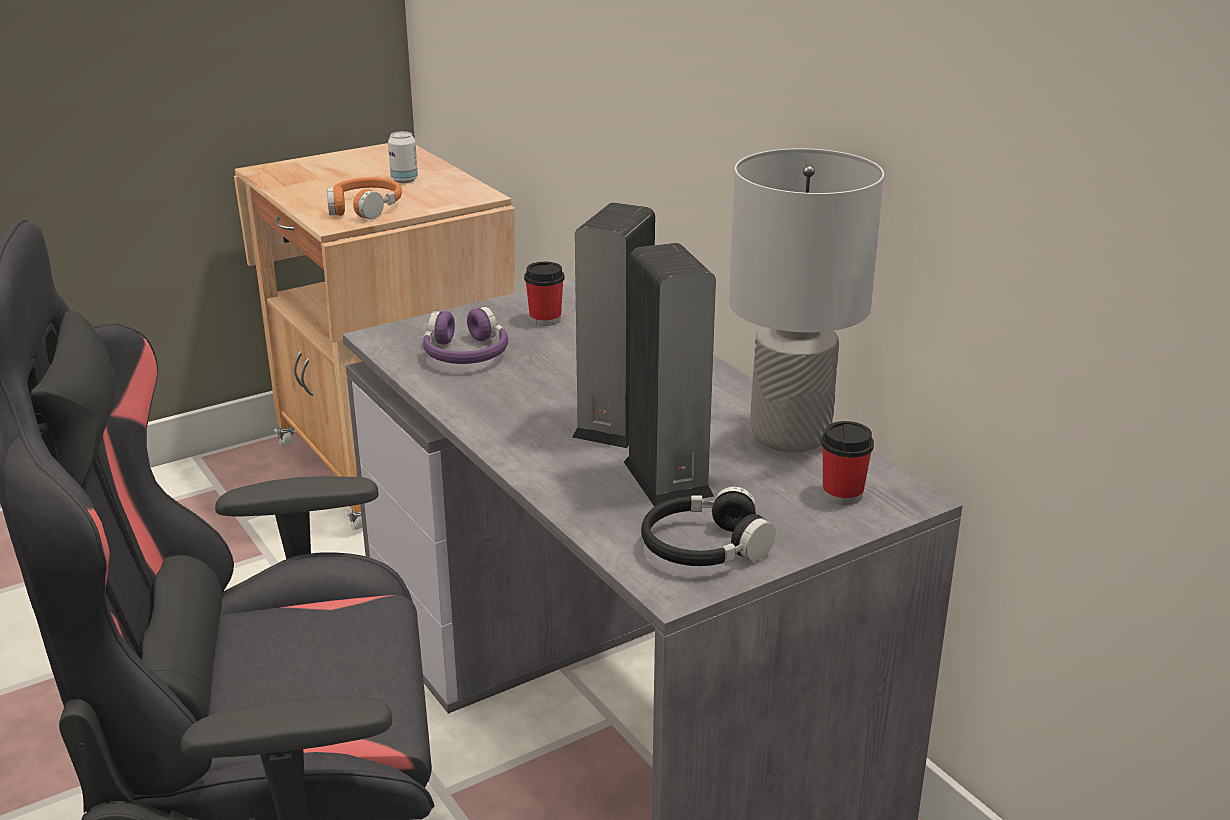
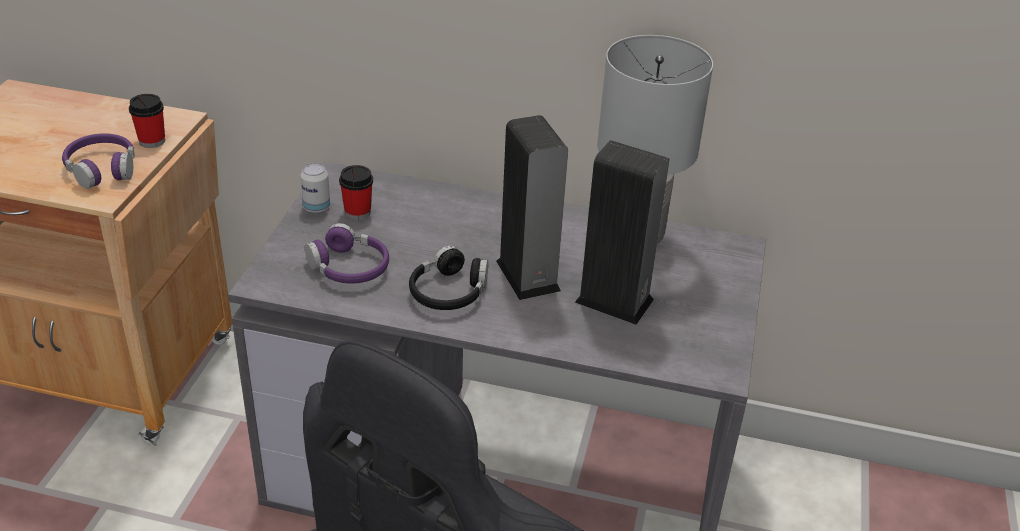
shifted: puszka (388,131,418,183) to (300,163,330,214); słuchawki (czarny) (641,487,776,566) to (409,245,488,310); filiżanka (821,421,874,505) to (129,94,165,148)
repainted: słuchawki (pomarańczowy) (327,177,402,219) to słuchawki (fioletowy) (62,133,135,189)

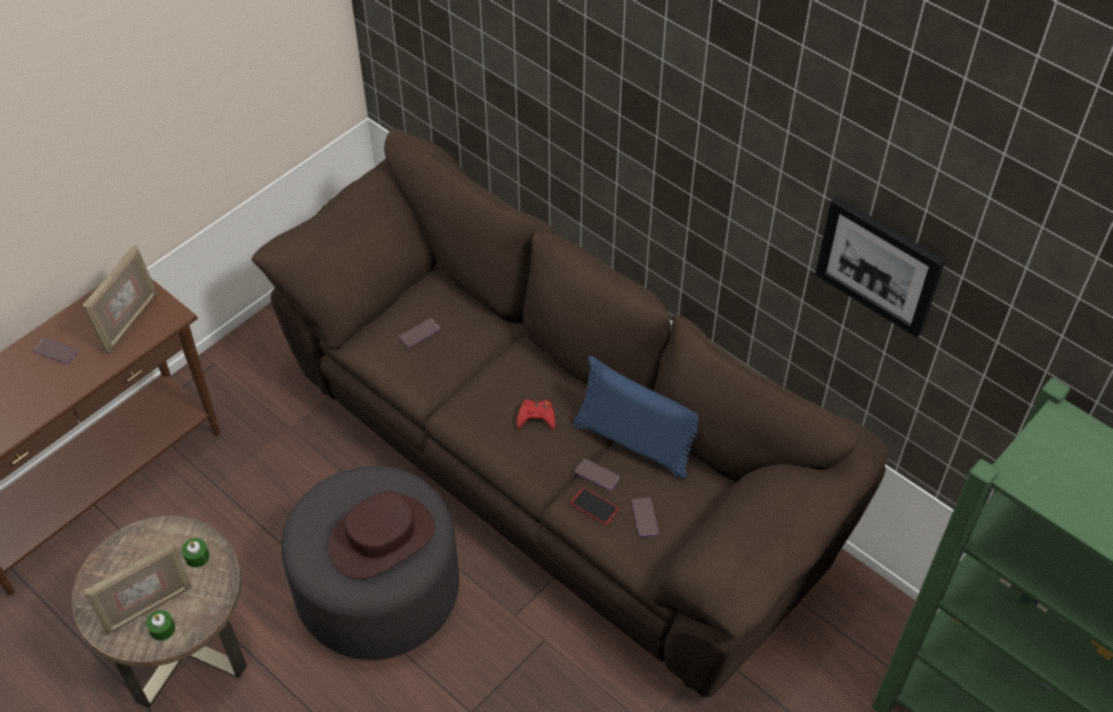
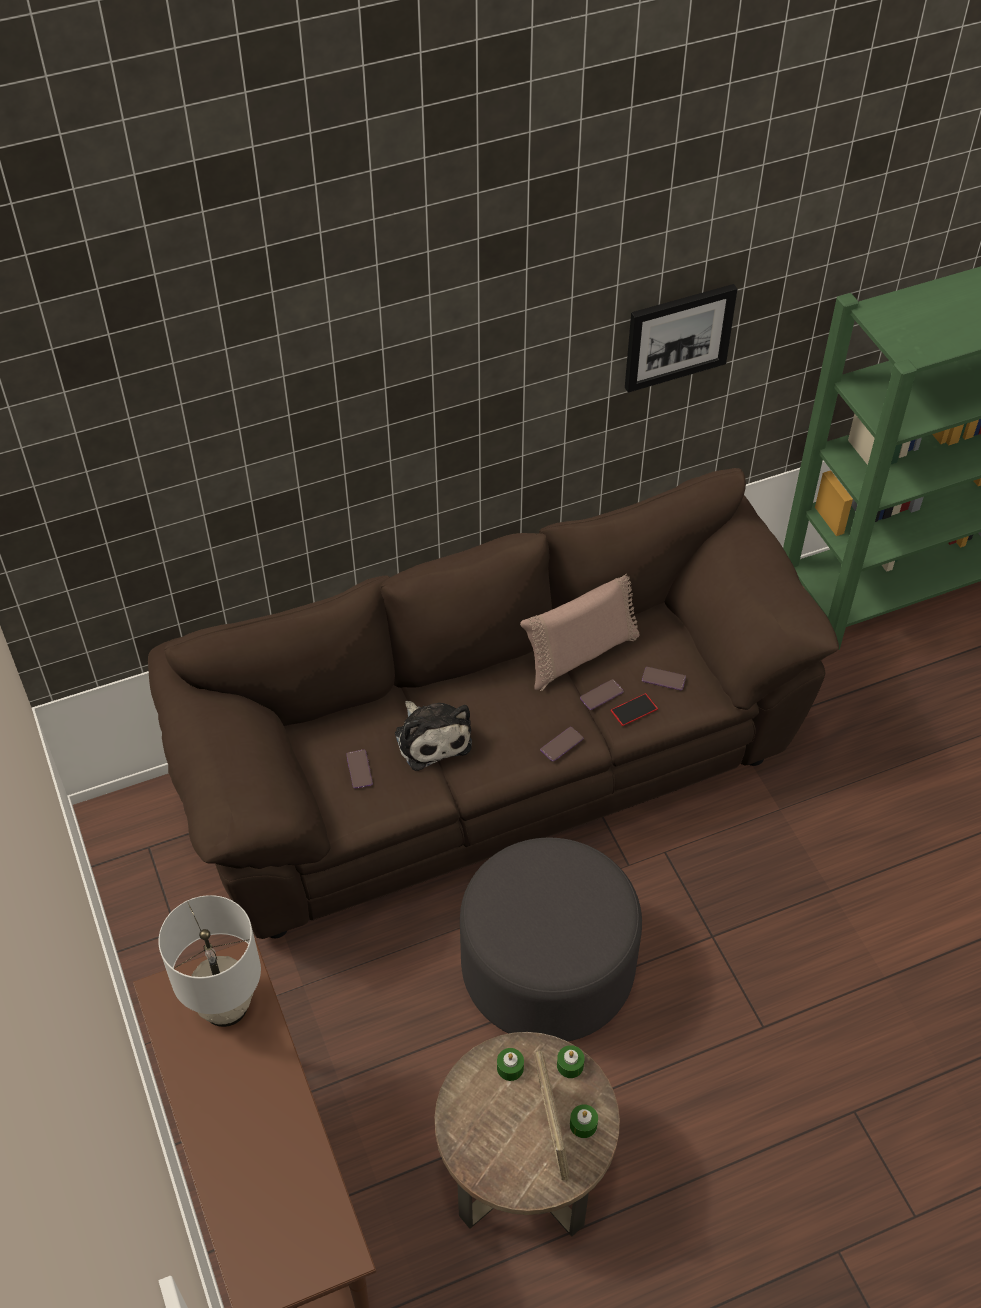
gone: kapelusz (brązowy) (328,491,435,579); pad do gier (czerwony) (517,400,556,429)
new: pluszak (395,701,472,771); świeca (zielony) (557,1045,585,1078)
shifted: telefon (33,338,78,364) to (540,727,583,761)
swapped: ramka na zdjęcie (83,245,157,354) to lampa stołowa (biały) (158,895,261,1027)
repainted: poduszka (niebieski) (573,356,699,479) to poduszka (beżowy) (520,575,640,691)

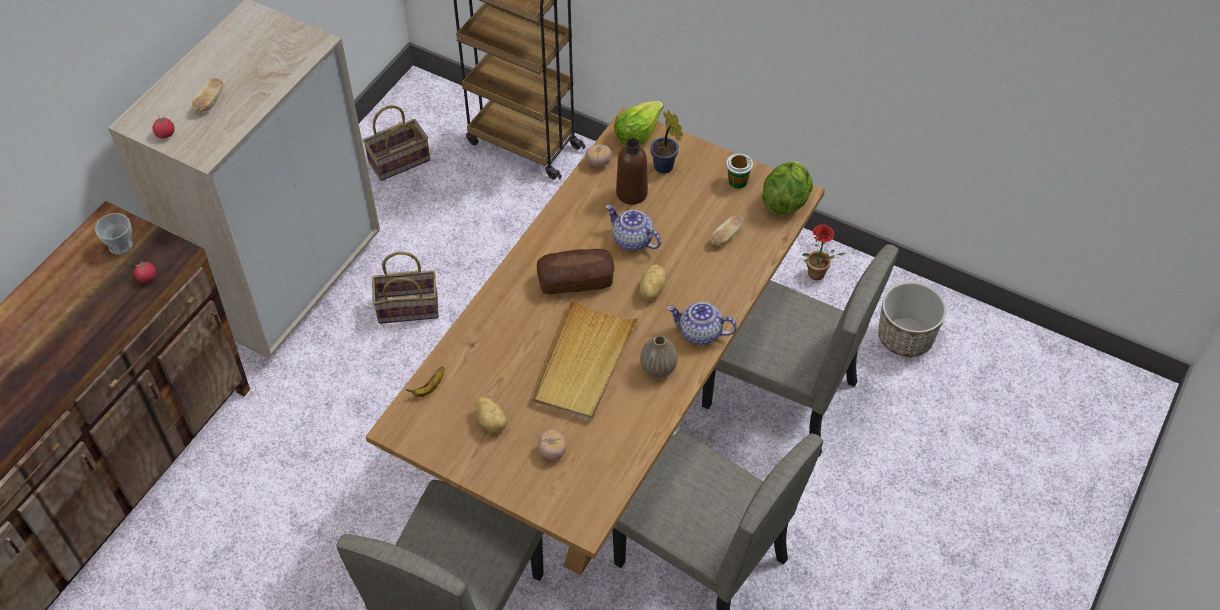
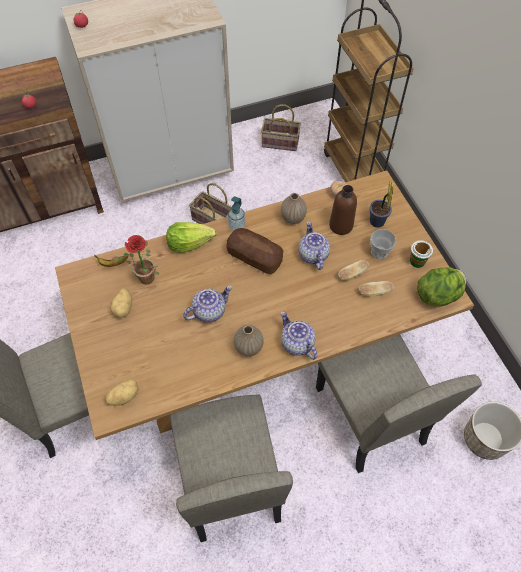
gone: pomidor (538,430,566,460)
new: dozownik mydła (228,196,246,231); wazon (281,193,307,224)
shifted: filiżanka (95,213,133,255) to (370,229,396,259); chleb (192,78,224,112) to (338,260,369,281); sałata (614,101,664,146) to (166,222,217,253); ziemniak (640,264,666,300) to (105,379,139,406); roślina doniczkowa (802,224,846,280) to (113,235,159,285)
swapped: taca (beżowy) (532,298,639,420) to imbryk (183,286,232,322)

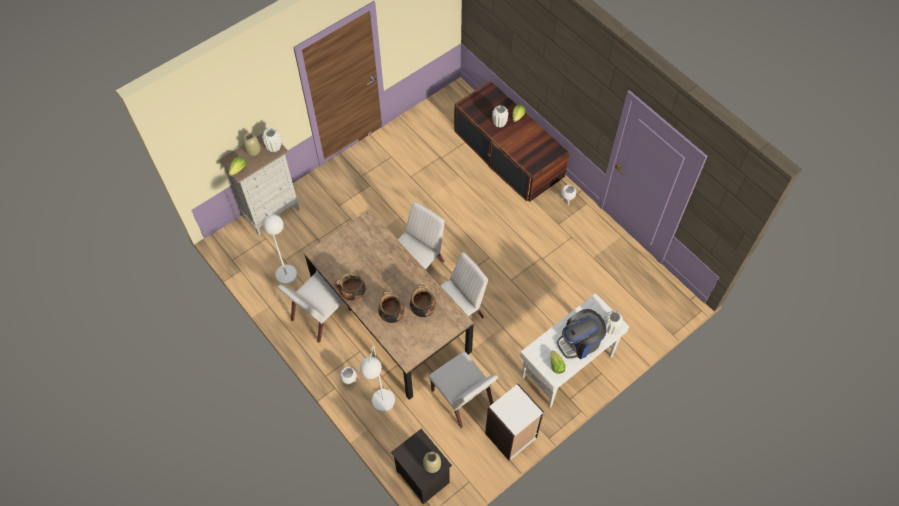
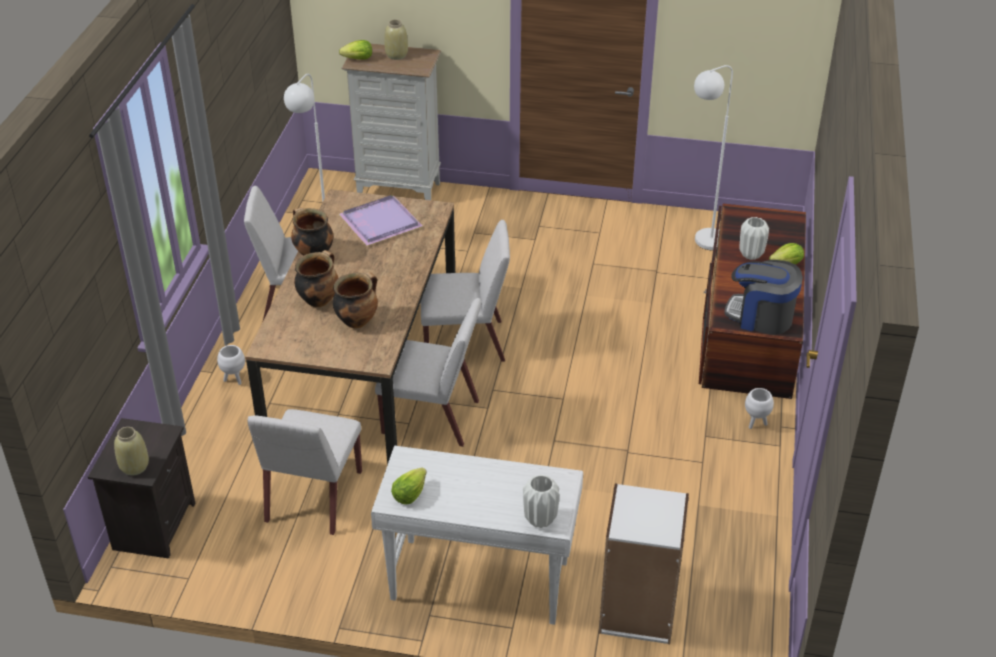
gone: wazon (biały) (262,128,281,152)
new: taca (fioletowy) (339,195,423,246)
shifted: lampa stojąca (biały) (360,346,395,412) to (694,65,733,251); regał (biały) (485,384,544,461) to (599,484,689,644); ekspres do kawy (557,309,606,359) to (724,260,803,335)

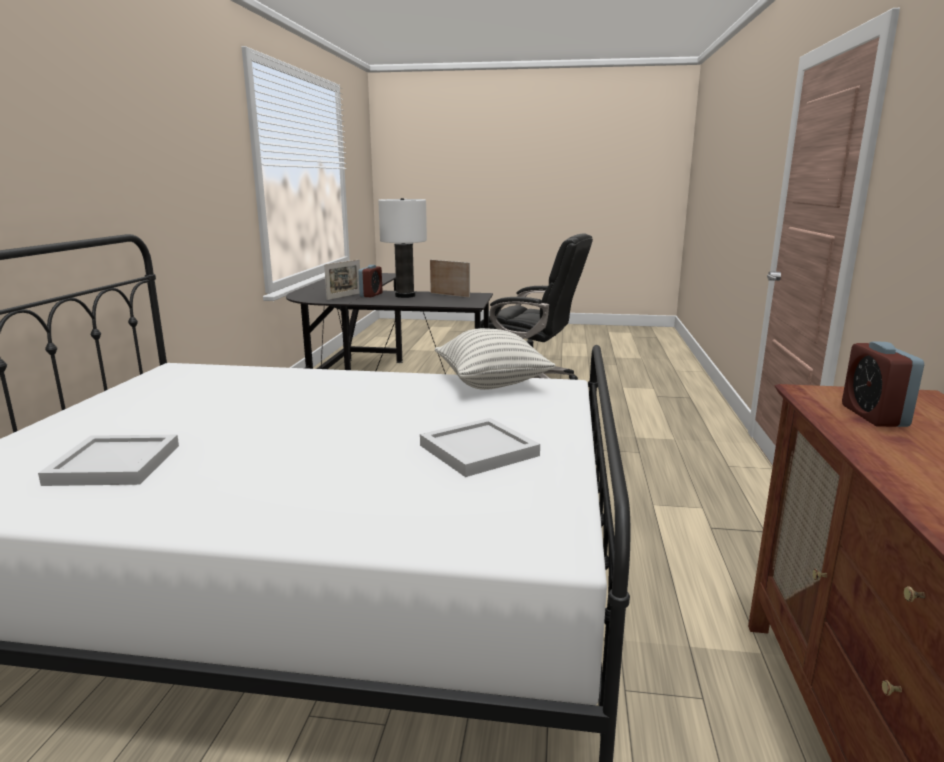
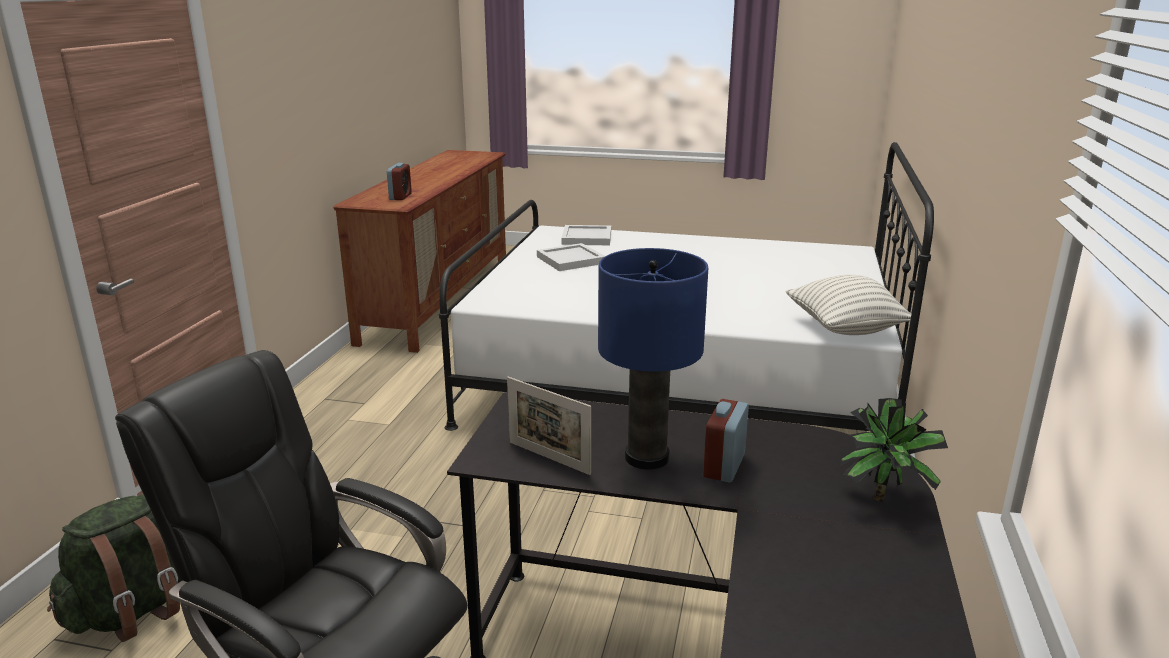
gone: ramka na zdjęcie (324,259,360,300)
new: plecak (zielony) (47,495,180,642); roślina doniczkowa (840,398,948,502)
shifted: taca (biały) (38,435,179,486) to (561,225,611,245); poduszka (435,328,556,390) to (786,275,911,335)
repainted: lampa stołowa (biały) (378,198,427,298) to lampa stołowa (niebieski) (598,248,708,470)

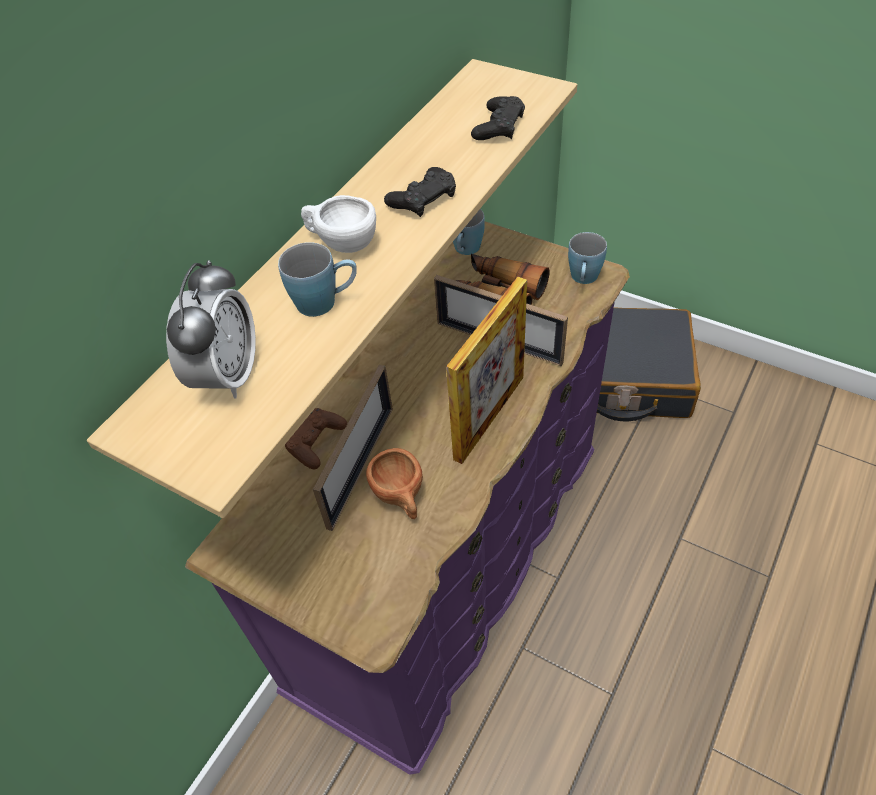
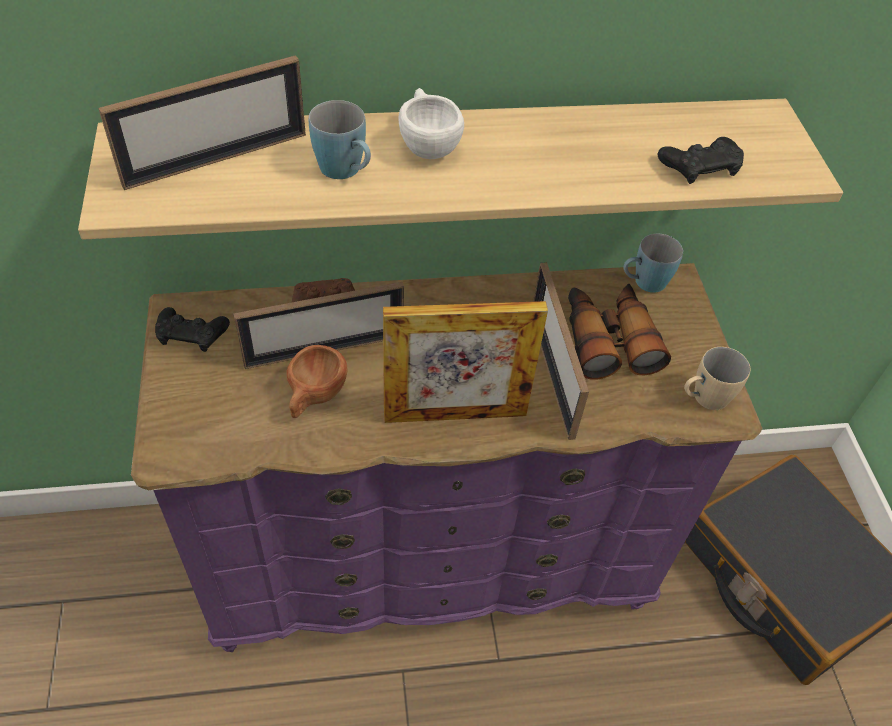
shifted: pad do gier (czarny) (384,167,456,217) to (155,307,230,352)
swapped: budzik (166,260,256,398) to ramka na zdjęcie (98,55,306,190)
repainted: kubek (niebieski) (568,232,607,284) to kubek (beżowy) (684,347,751,410)

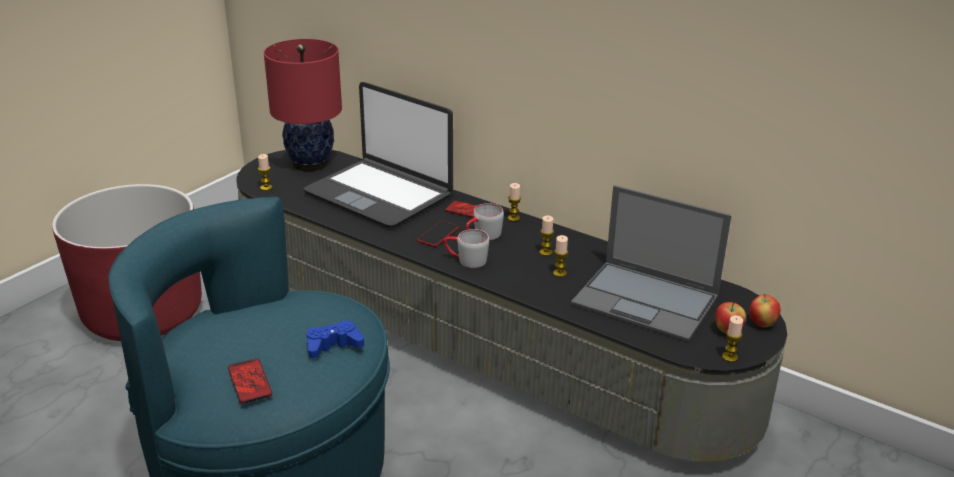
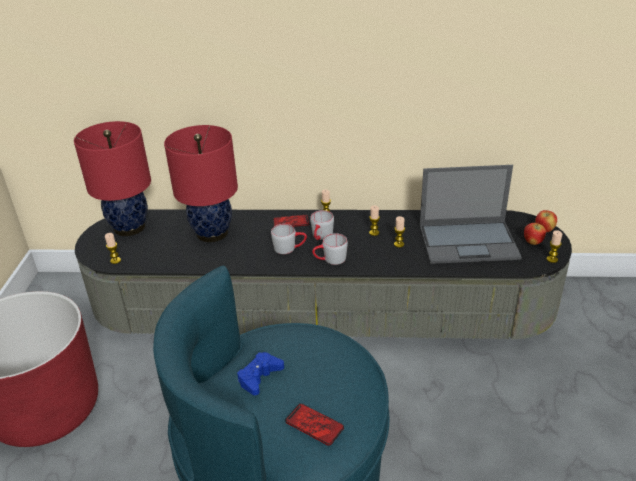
shifted: pad do gier (niebieski) (307,320,364,358) to (237,352,284,395)
swapped: laptop (304,82,453,228) to lampa stołowa (czerwony) (164,125,238,242); telefon (417,221,459,247) to kubek (szary) (271,224,307,254)

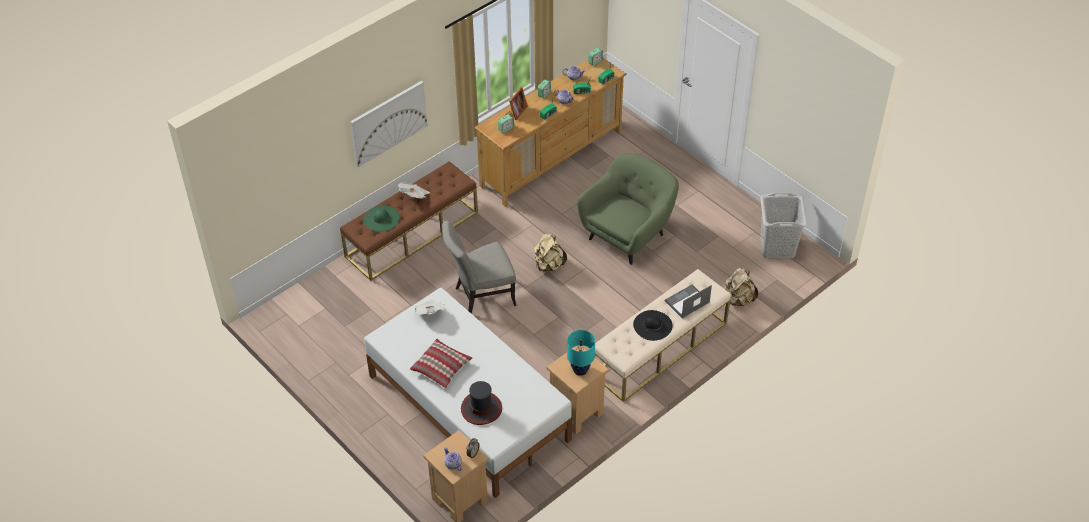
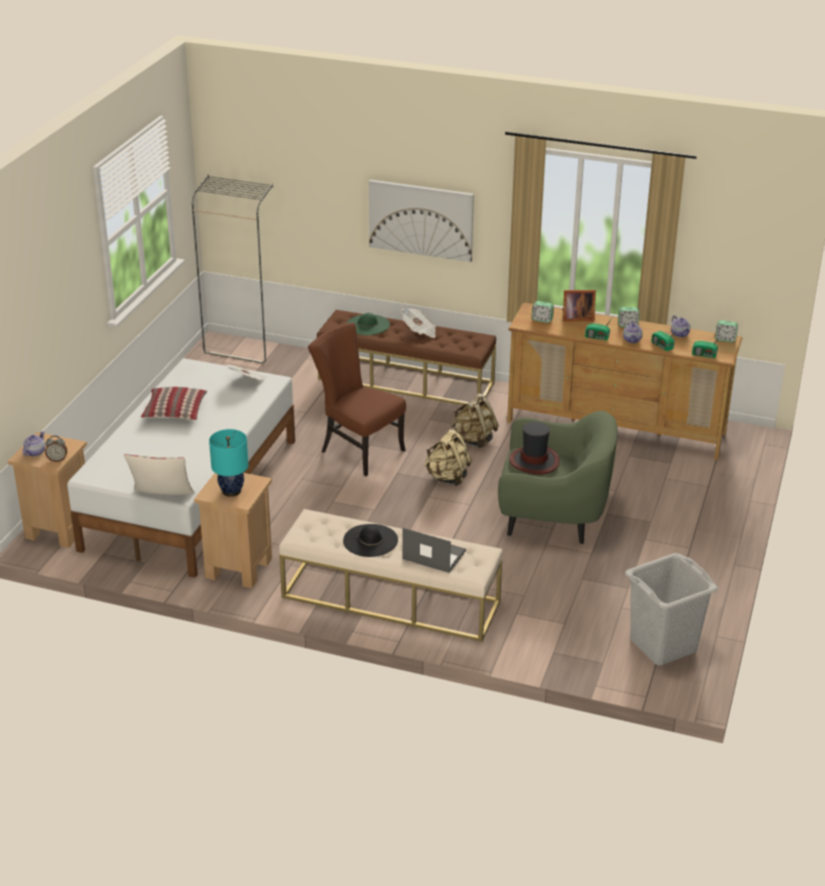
new: poduszka (124,454,195,495); wieszak (szary) (192,174,273,363)
shifted: kapelusz (461,381,502,425) to (509,422,560,475); plecak (beżowy) (725,268,758,306) to (451,393,499,448)
repainted: krzesło (szary) (442,221,517,314) to krzesło (brązowy) (308,322,406,476)

